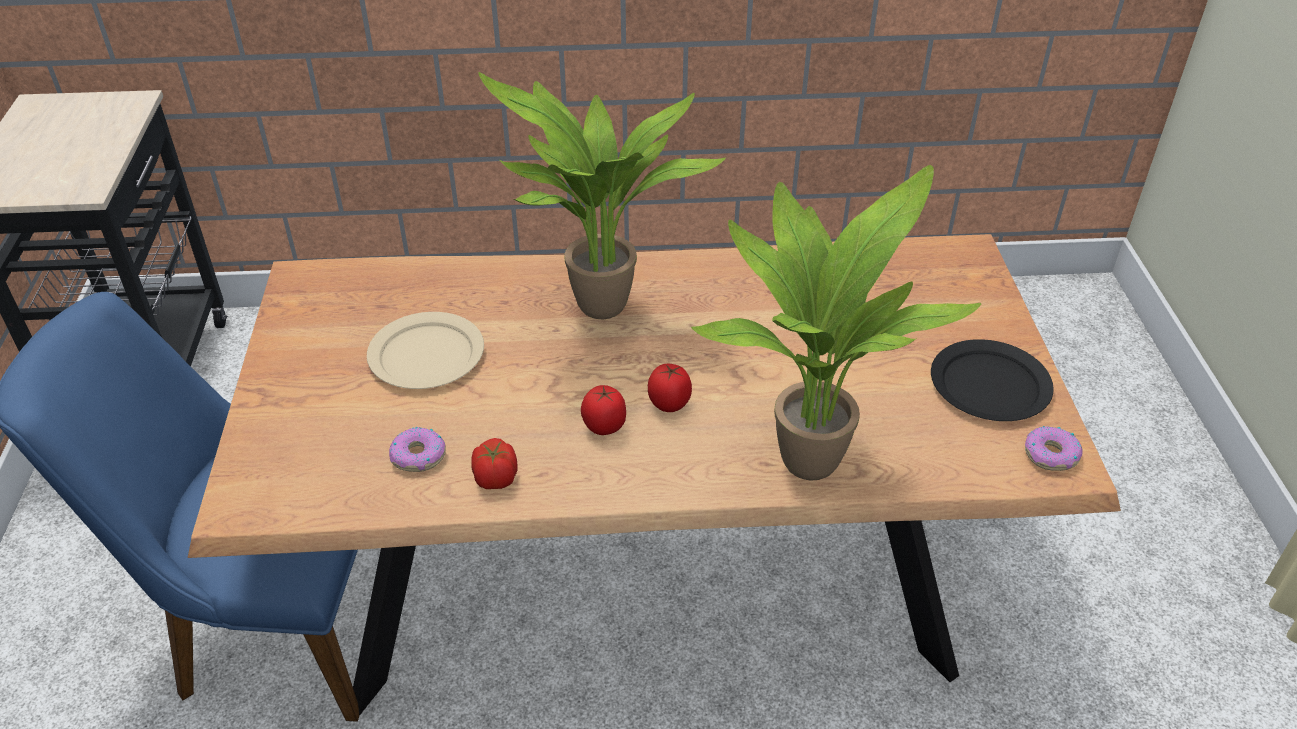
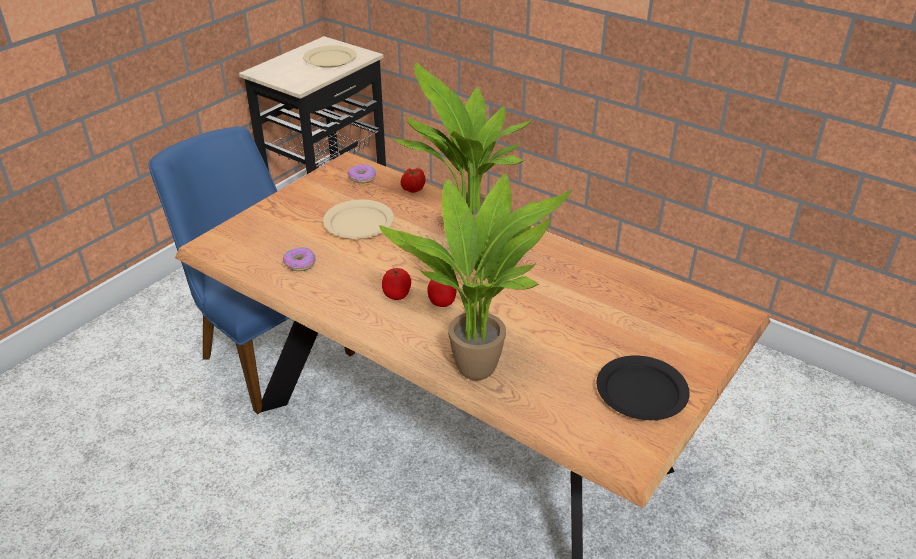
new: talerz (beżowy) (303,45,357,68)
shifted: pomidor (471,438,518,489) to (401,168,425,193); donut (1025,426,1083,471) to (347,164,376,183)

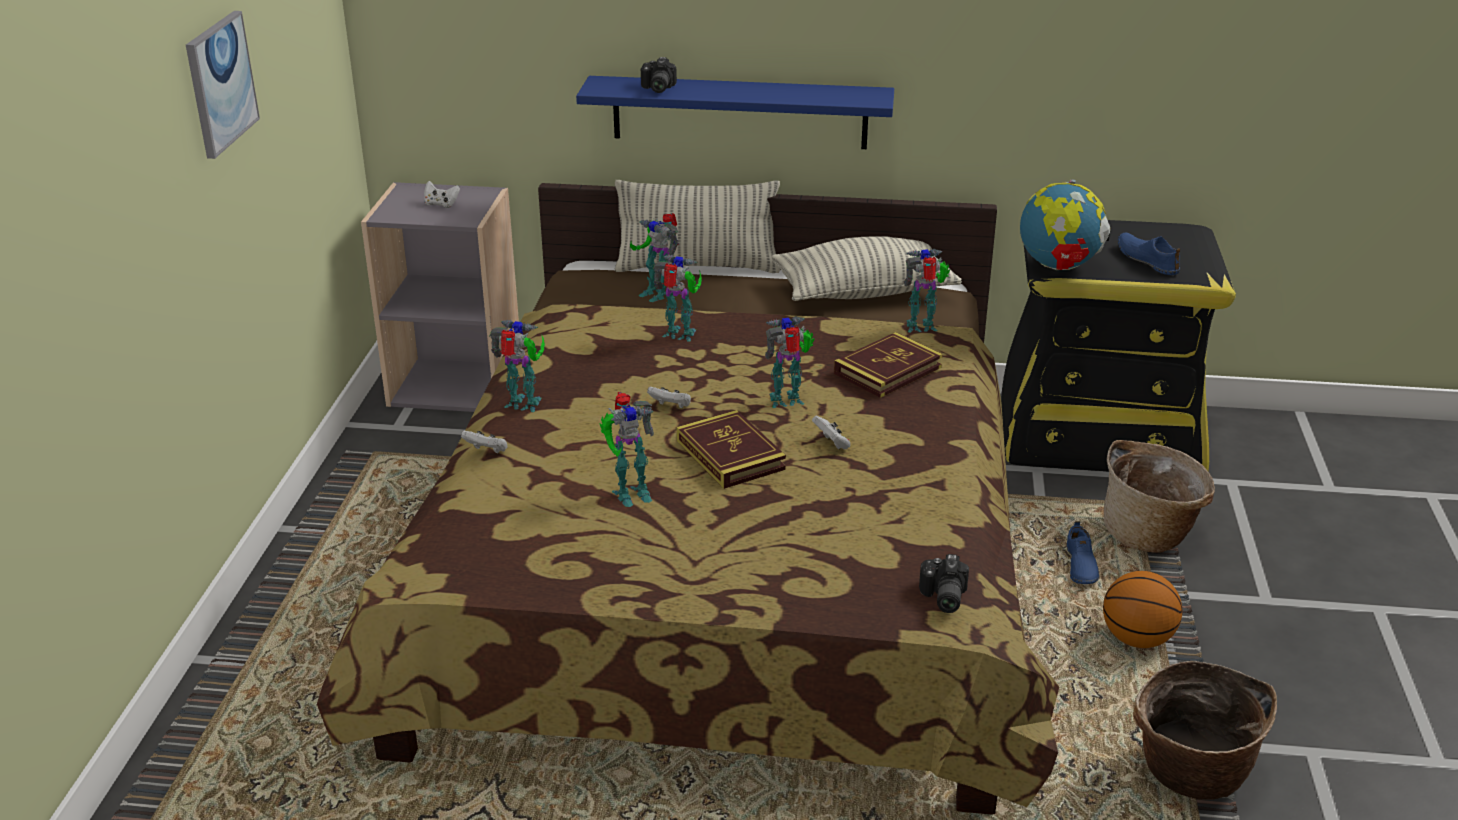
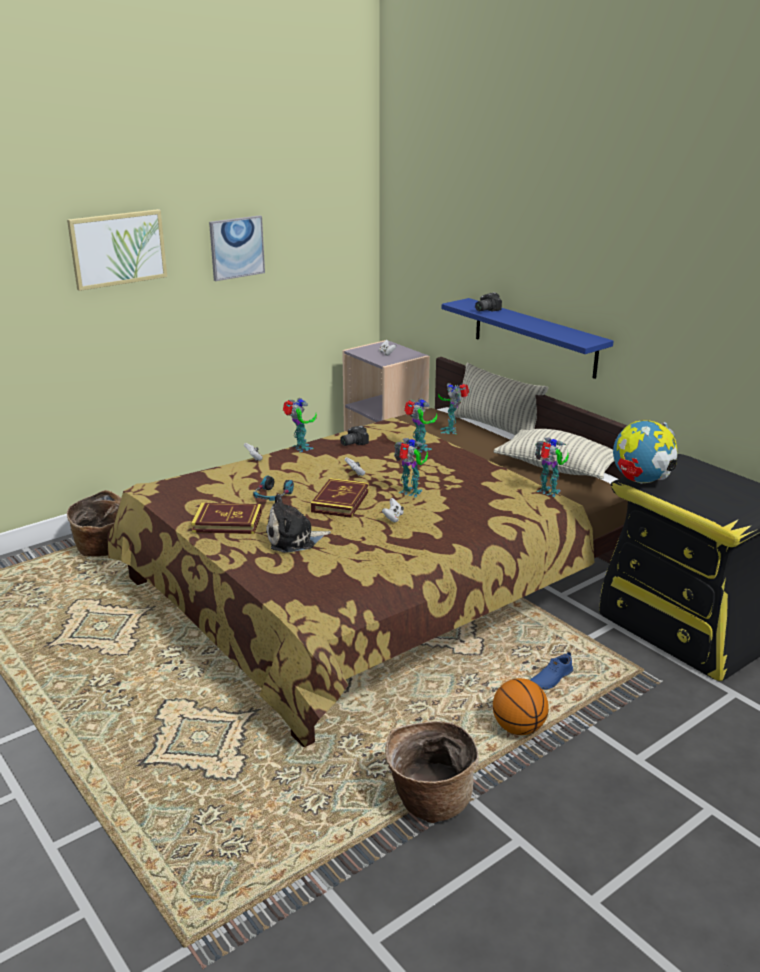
gone: but (niebieski) (1118,233,1180,275)
new: obraz (67,209,167,291); pluszak (266,494,331,553)
shifted: książka (834,332,943,398) to (191,503,262,534); aparat fotograficzny (919,554,969,613) to (340,426,369,446); koszyk (1104,440,1215,553) to (67,490,121,557)
swapped: robot zabawkowy (600,392,654,507) to słuchawki (253,476,294,501)

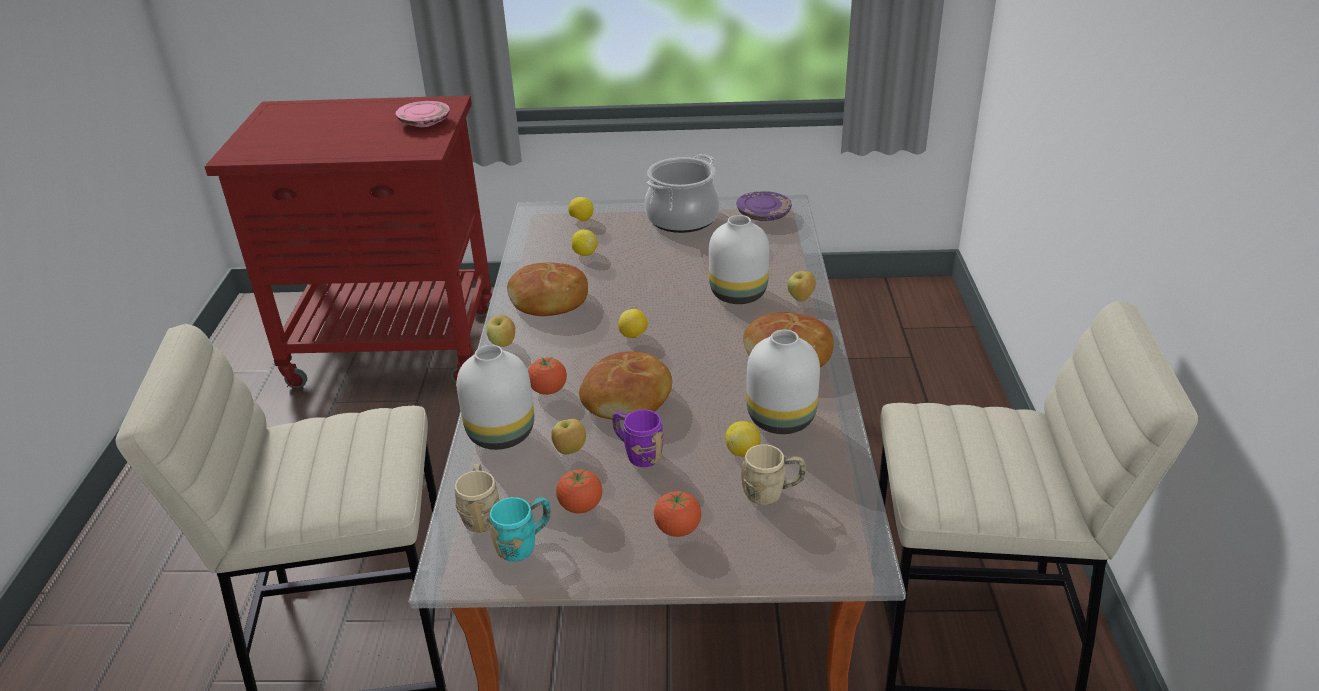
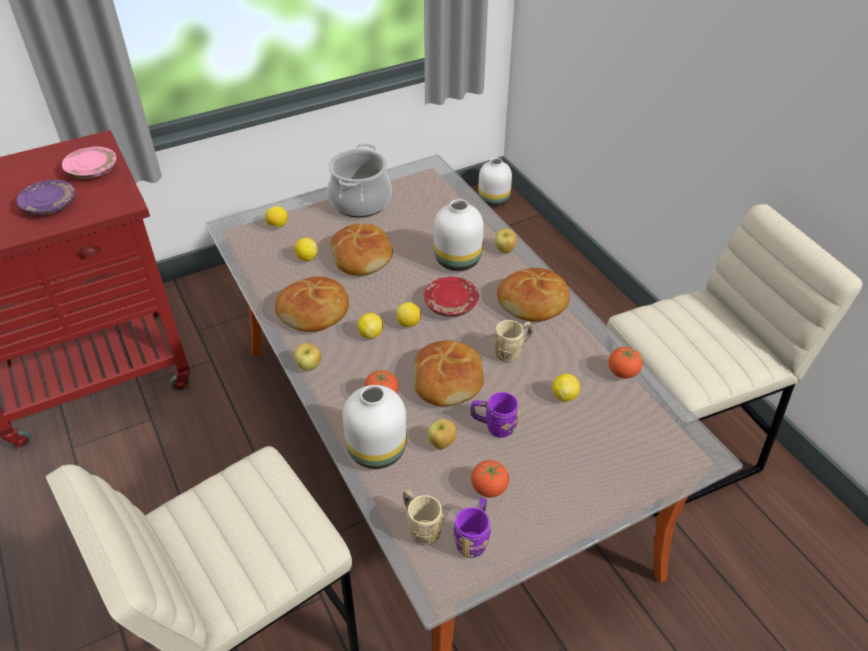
new: chleb (330,223,393,276); cytryna (357,313,383,339); talerz (czerwony) (424,277,479,317)
shifted: pomidor (654,491,701,537) to (608,346,642,379); talerz (fioletowy) (736,191,792,221) to (17,180,75,215); kubek (beżowy) (741,444,806,505) to (494,320,534,362); wazon (biały) (747,329,820,434) to (478,158,512,206)
repainted: kubek (turkusowy) (489,497,551,561) to kubek (fioletowy) (453,498,490,558)

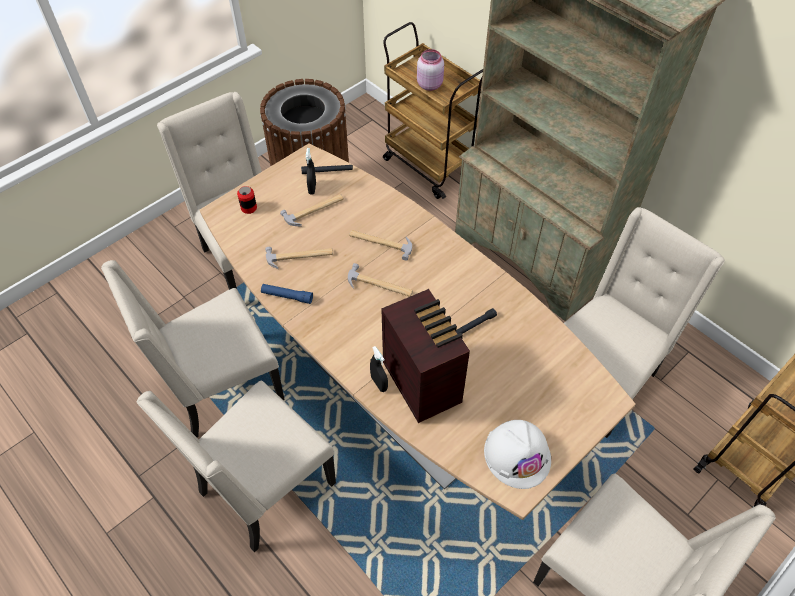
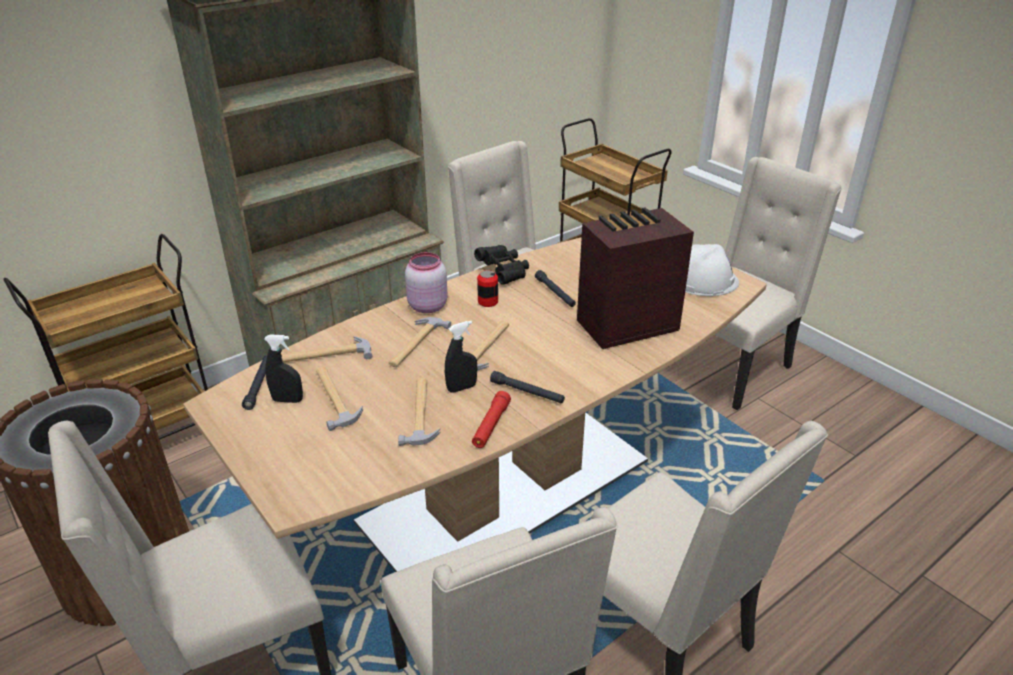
new: młotek (281,336,373,362); lornetka (czarny) (474,245,529,285); latarka (czarny) (490,371,565,403)
shifted: puszka (237,186,257,214) to (477,270,498,307); spryskiwacz (czarny) (370,346,388,392) to (445,321,477,393); słoik (różowy) (417,49,444,91) to (405,252,448,313)
repainted: latarka (niebieski) (261,284,313,304) to latarka (czerwony) (472,391,511,448)

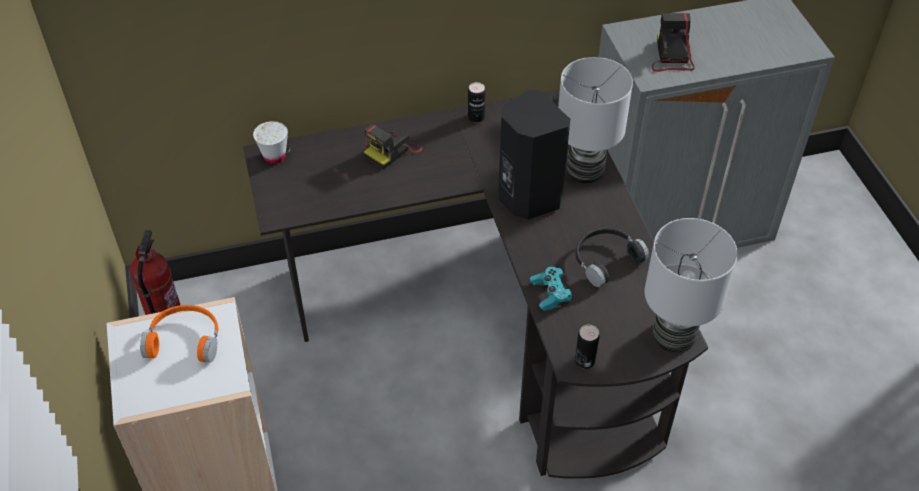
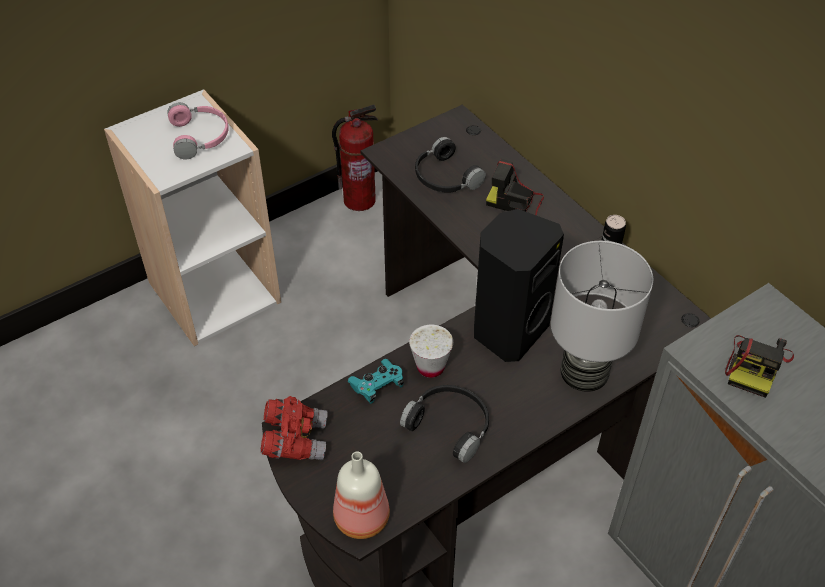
new: słuchawki (czarny) (415,137,486,193)
shifted: filiżanka (biały) (253,121,288,164) to (409,325,453,378)
swapped: puszka (575,325,600,369) to lornetka (czerwony) (261,396,328,460); lampa stołowa (szary) (644,218,738,352) to butelka (333,451,390,539)
repainted: słuchawki (pomarańczowy) (140,305,219,363) to słuchawki (różowy) (167,102,228,159)
rotated: aparat fotograficzny (652,13,695,72) = (725,335,794,398) 135 degrees clockwise

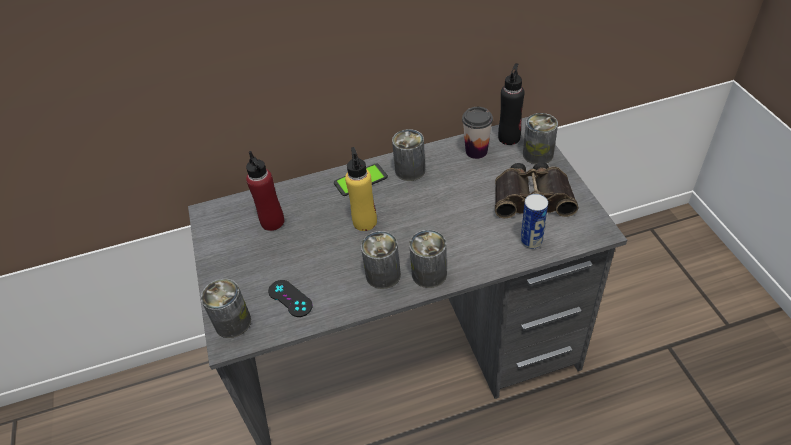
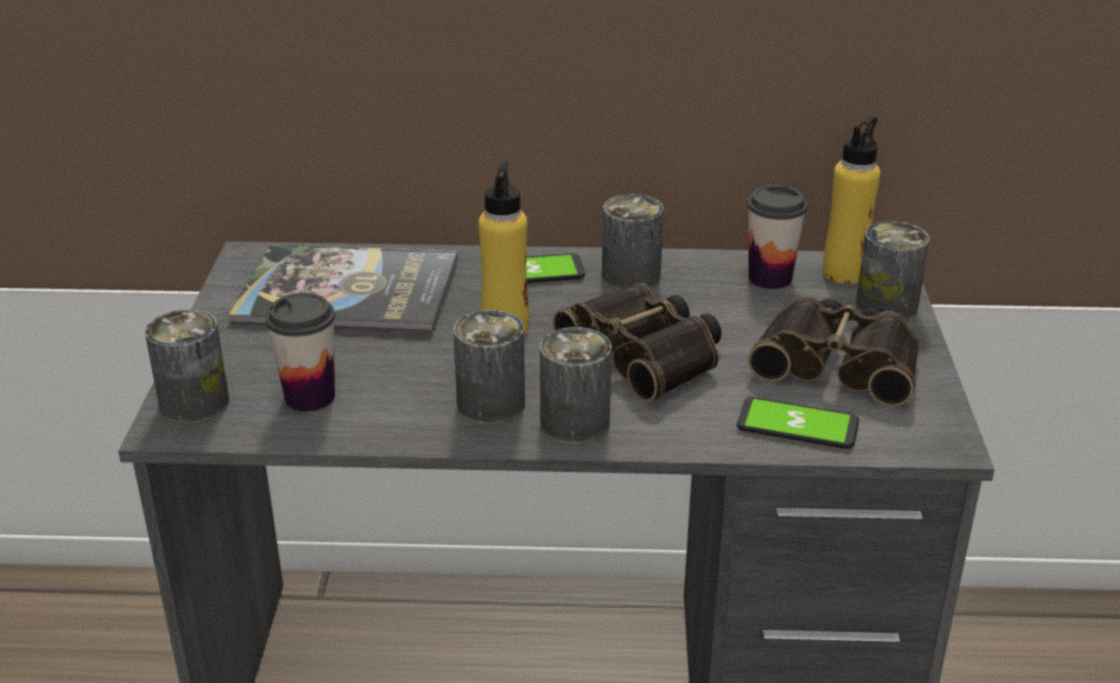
new: lornetka (553,283,722,402)
swapped: butelka (czerwony) (246,151,284,231) to książka (228,244,458,332); pad do gier (czarny) (268,280,313,317) to filiżanka (265,293,335,411); puszka (521,194,548,249) to telefon (737,397,859,449)
repainted: butelka (czarny) (498,63,525,145) to butelka (żółty) (823,116,881,284)

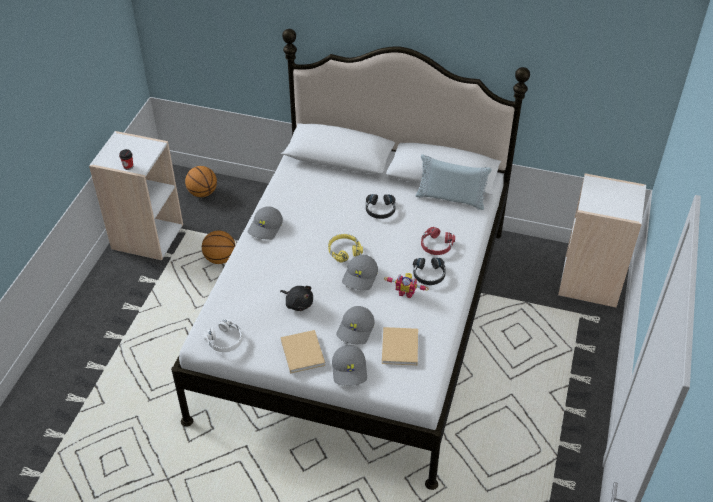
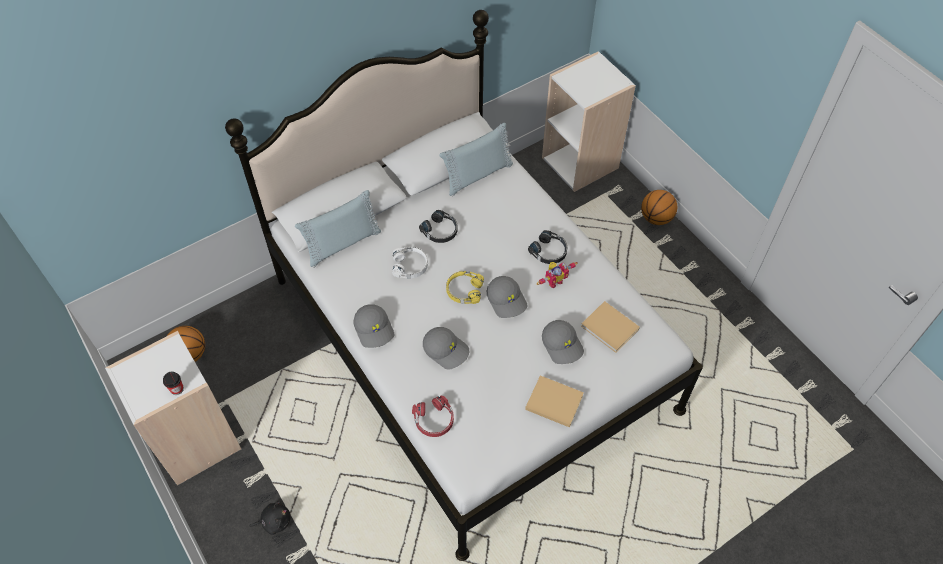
new: poduszka (niebieski) (295,190,381,267)
shifted: piłka do koszykówki (202,231,236,264) to (641,190,678,225); słuchawki (biały) (203,319,243,352) to (392,247,428,278); pluszak (czarny) (280,286,313,311) to (249,501,291,535); czapka z daszkiem (szary) (332,345,367,386) to (423,327,469,370); słuchawki (czerwony) (421,227,455,255) to (412,395,454,437)

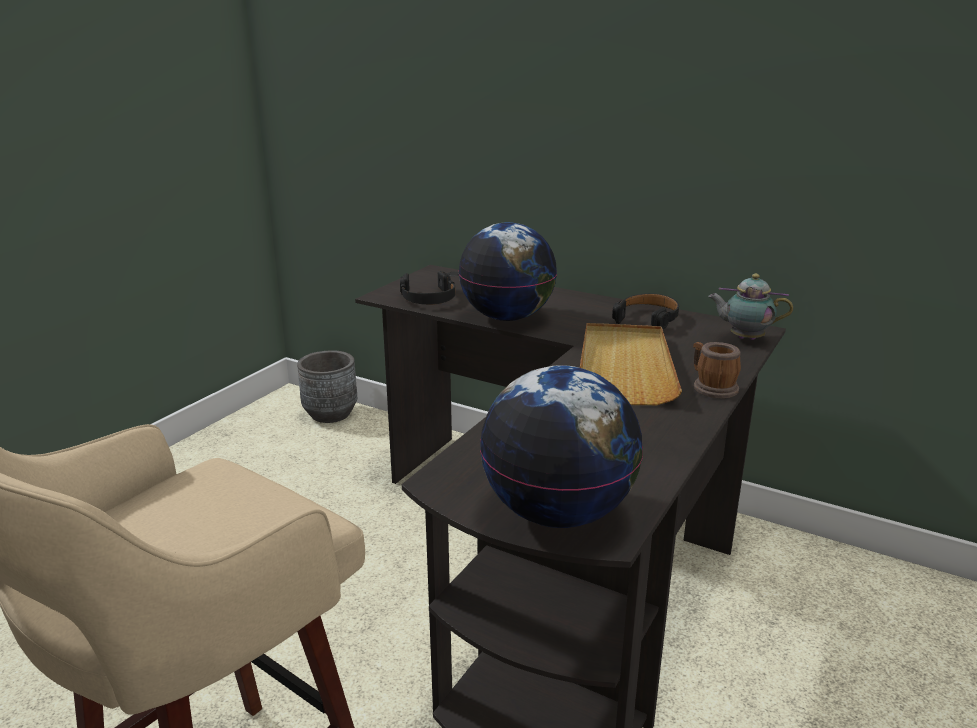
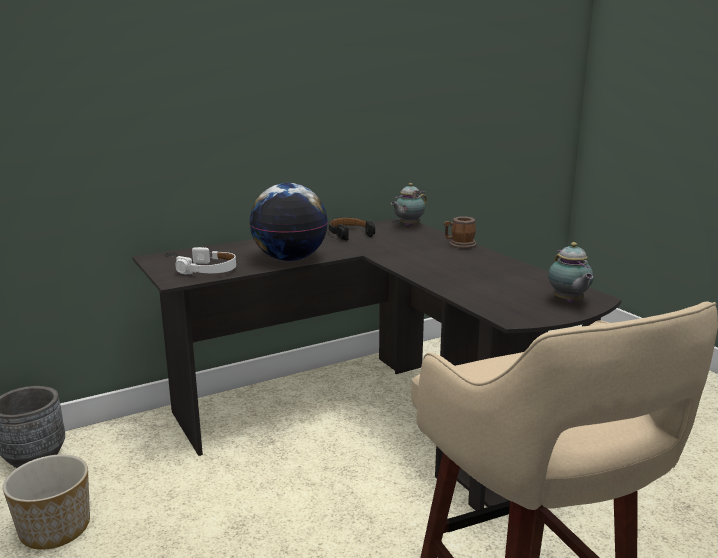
gone: taca (beżowy) (580,323,682,405)
new: donica (3,454,90,550)
swapped: globus (480,365,643,528) to imbryk (548,242,594,303)
repainted: słuchawki (czarny) (400,271,455,305) to słuchawki (biały) (175,247,236,274)

